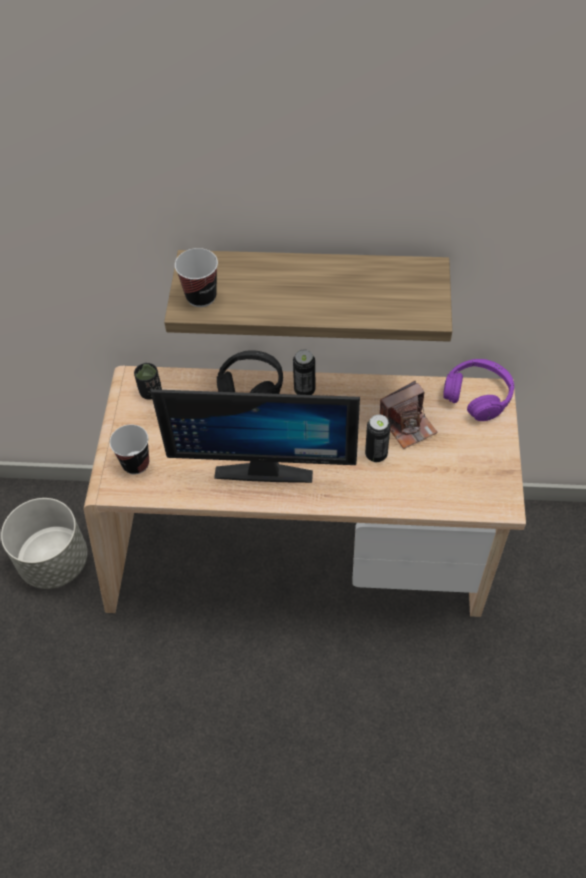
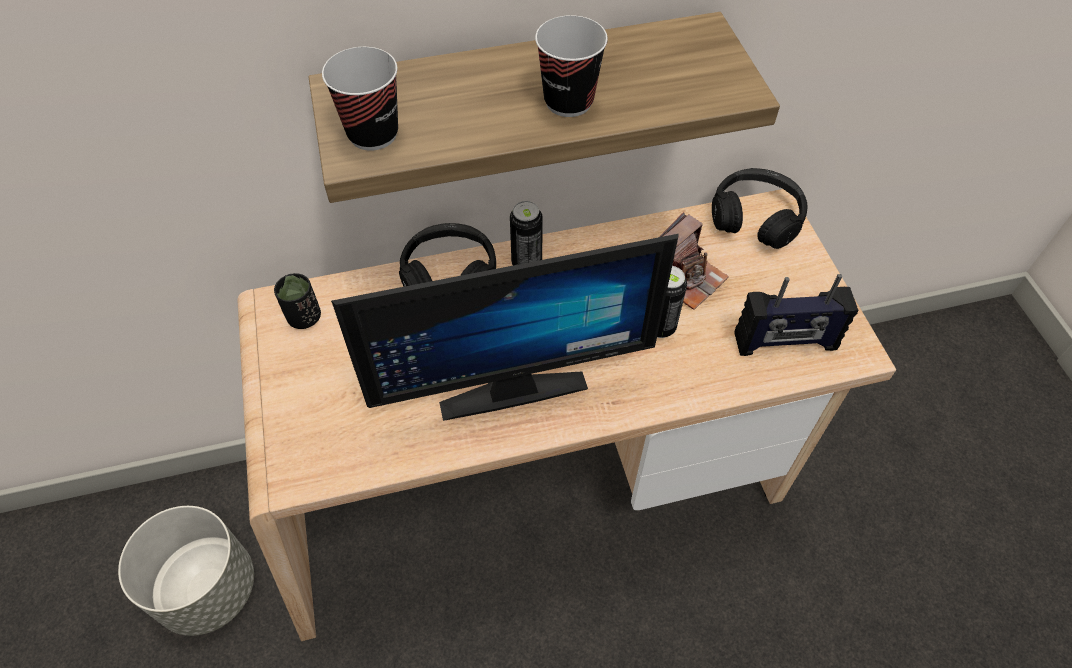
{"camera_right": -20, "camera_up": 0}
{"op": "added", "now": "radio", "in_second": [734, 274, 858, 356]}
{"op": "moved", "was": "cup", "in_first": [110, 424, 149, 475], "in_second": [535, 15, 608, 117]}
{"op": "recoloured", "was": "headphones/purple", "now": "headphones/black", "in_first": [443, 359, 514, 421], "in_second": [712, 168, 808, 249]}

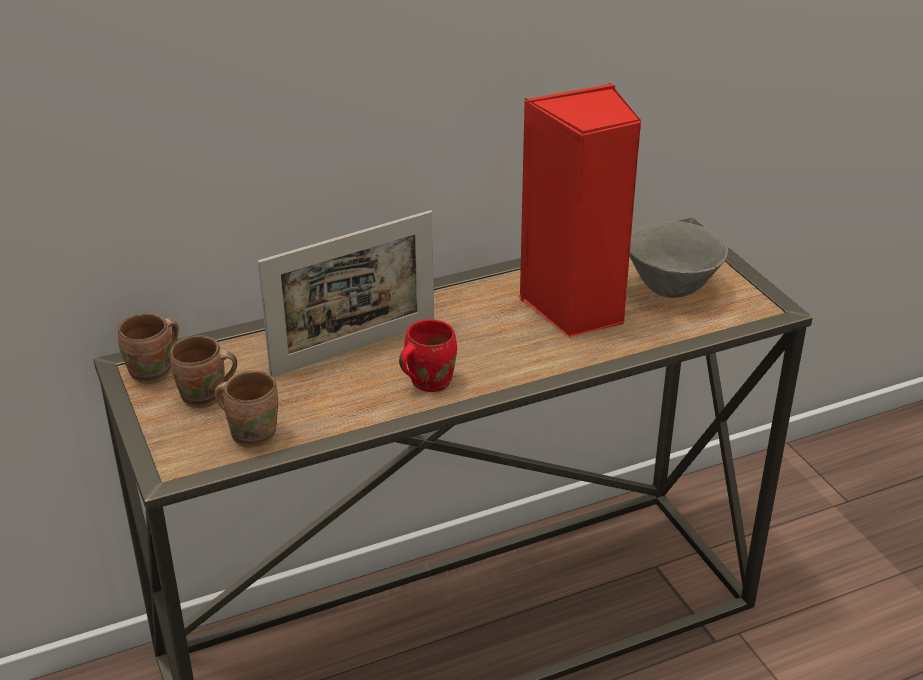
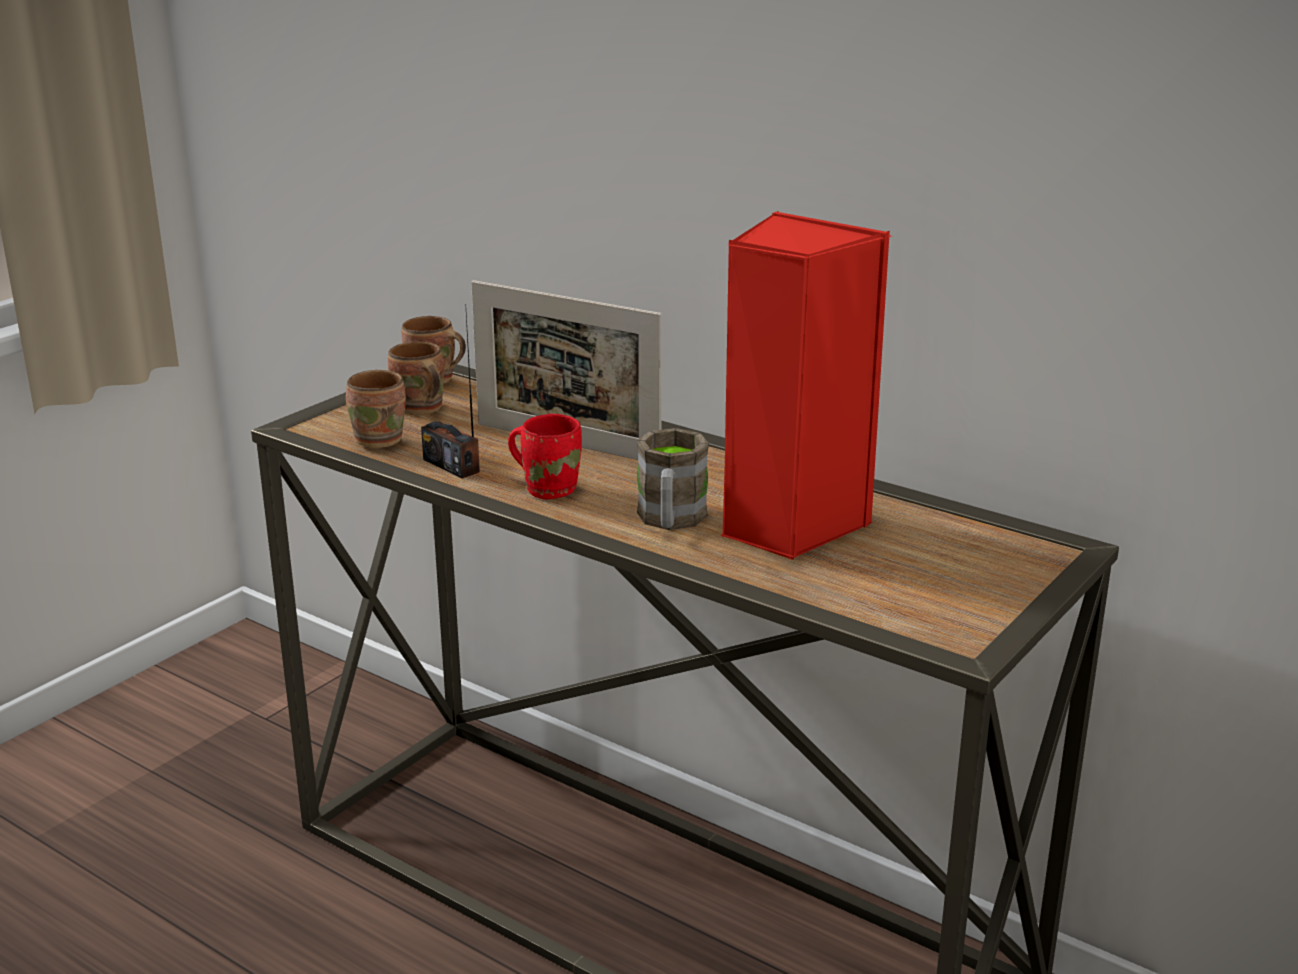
{"camera_right": 60, "camera_up": -10}
{"op": "removed", "was": "bowl/grey", "in_first": [630, 221, 728, 298]}
{"op": "added", "now": "radio", "in_second": [421, 314, 480, 479]}
{"op": "added", "now": "mug/brown", "in_second": [637, 428, 709, 530]}

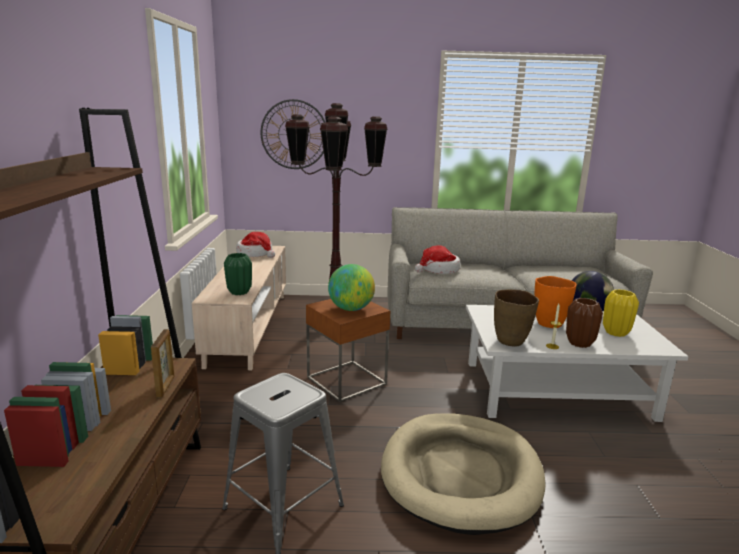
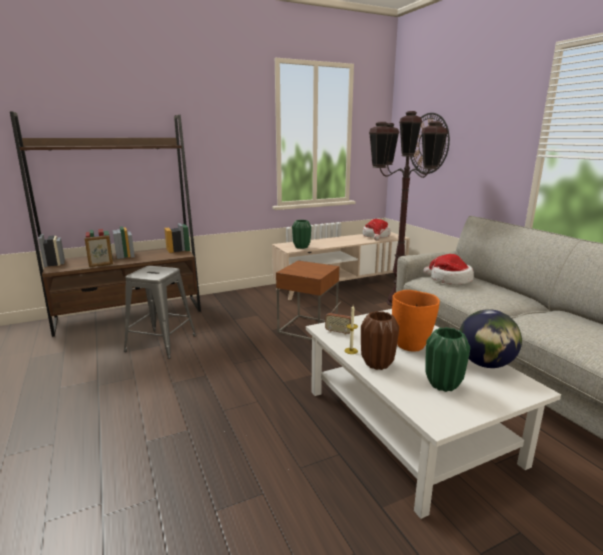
{"camera_right": 65, "camera_up": 0}
{"op": "removed", "was": "globe", "in_first": [328, 264, 375, 311]}
{"op": "removed", "was": "dog bed/beige", "in_first": [381, 413, 545, 535]}
{"op": "moved", "was": "picture frame", "in_first": [151, 329, 174, 398], "in_second": [84, 235, 113, 267]}
{"op": "replaced", "was": "vase/brown", "now": "radio", "in_first": [494, 289, 539, 347], "in_second": [325, 301, 351, 335]}
{"op": "recoloured", "was": "vase/yellow", "now": "vase/green", "in_first": [603, 289, 639, 337], "in_second": [425, 327, 470, 392]}

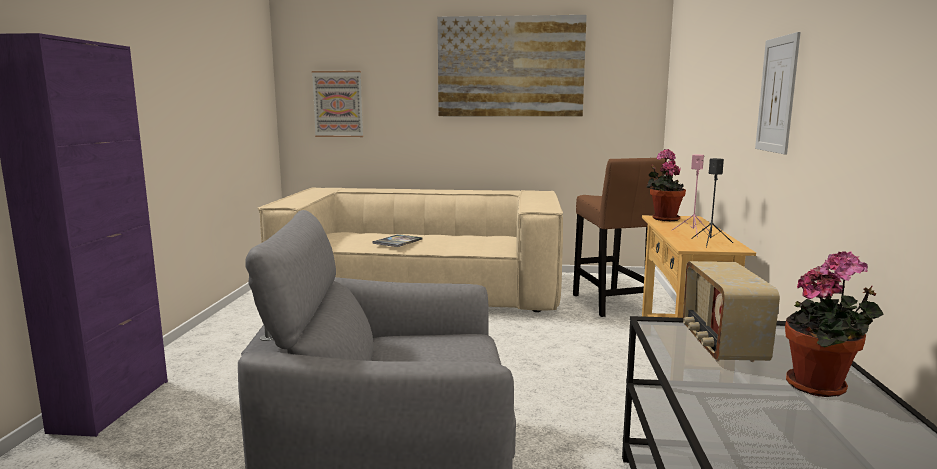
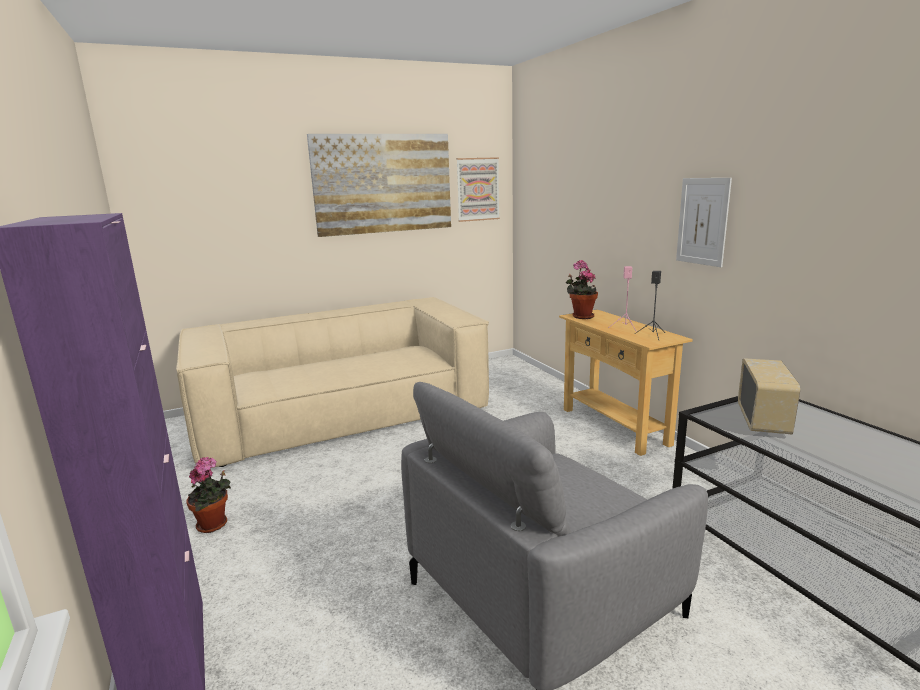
{"camera_right": -30, "camera_up": 5}
{"op": "removed", "was": "book", "in_first": [372, 234, 423, 247]}
{"op": "removed", "was": "stool/brown", "in_first": [573, 158, 667, 317]}
{"op": "moved", "was": "picture", "in_first": [312, 71, 363, 137], "in_second": [456, 157, 500, 222]}
{"op": "moved", "was": "potted plant", "in_first": [785, 251, 884, 397], "in_second": [186, 457, 231, 533]}
{"op": "turned", "was": "radio", "in_first": [683, 261, 780, 362], "in_second": [738, 358, 800, 434], "clockwise": -135}

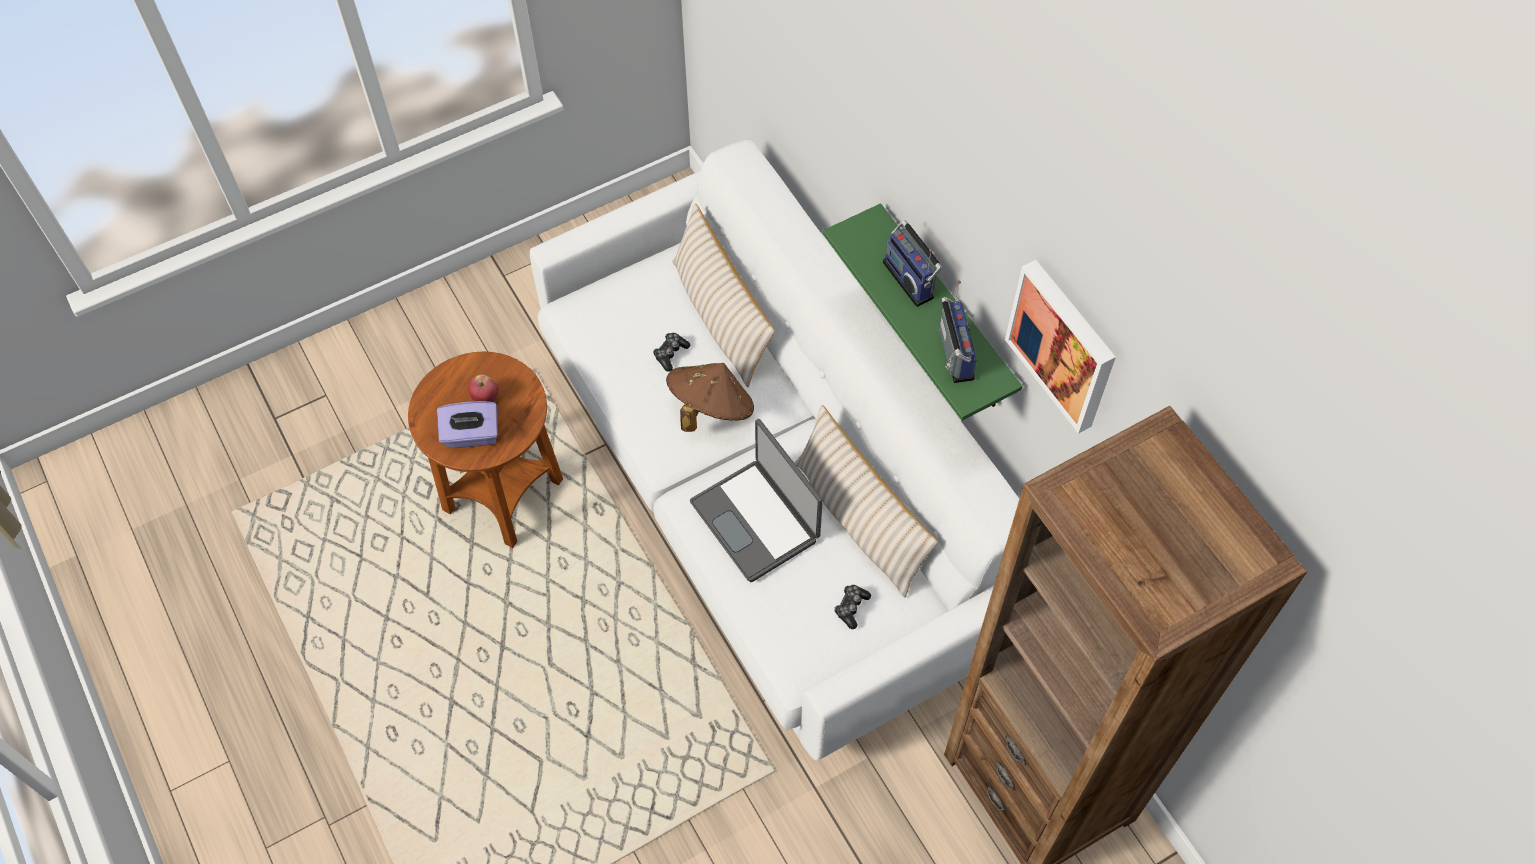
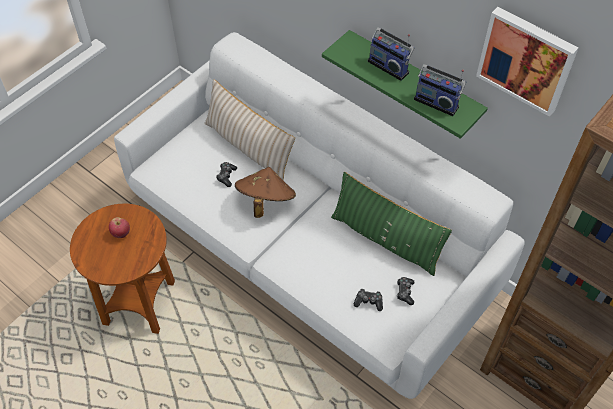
{"camera_right": -20, "camera_up": -5}
{"op": "removed", "was": "tissue box/purple", "in_first": [437, 401, 498, 448]}
{"op": "removed", "was": "laptop", "in_first": [690, 419, 823, 582]}
{"op": "added", "now": "game controller", "in_second": [354, 289, 383, 311]}
{"op": "recoloured", "was": "pillow/beige", "now": "pillow/green", "in_first": [795, 405, 938, 597], "in_second": [331, 172, 452, 276]}
{"op": "turned", "was": "radio", "in_first": [939, 280, 977, 383], "in_second": [414, 64, 466, 116], "clockwise": 150}

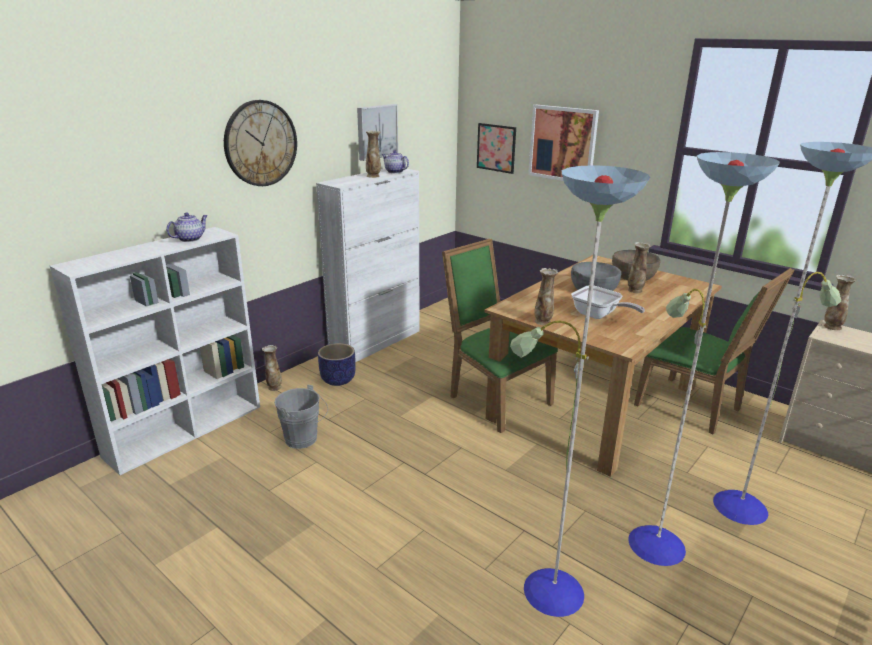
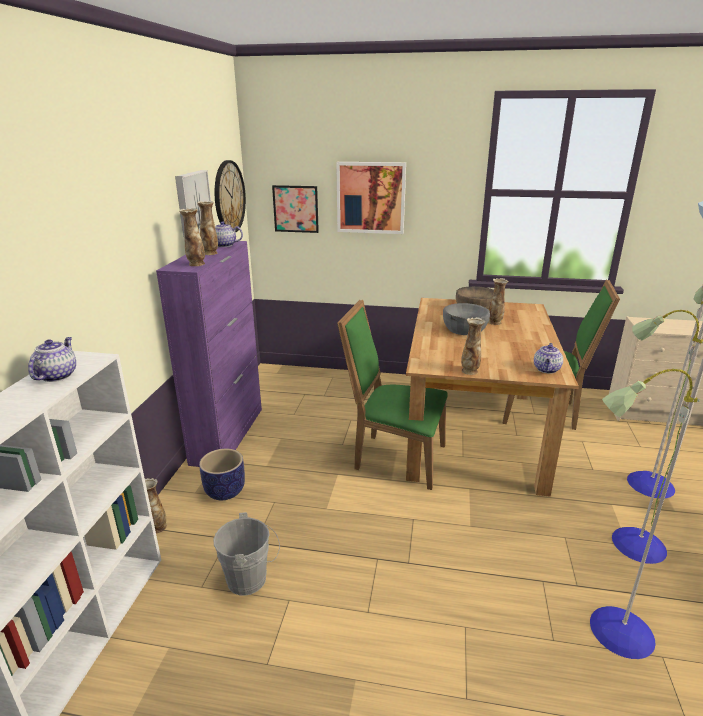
{"camera_right": -30, "camera_up": 0}
{"op": "removed", "was": "frying pan", "in_first": [571, 285, 645, 319]}
{"op": "added", "now": "teapot", "in_second": [534, 343, 563, 373]}
{"op": "moved", "was": "wall clock", "in_first": [224, 100, 297, 186], "in_second": [215, 160, 246, 232]}
{"op": "moved", "was": "vase", "in_first": [824, 275, 856, 330], "in_second": [179, 208, 205, 266]}
{"op": "recoloured", "was": "cabinet/white", "now": "cabinet/purple", "in_first": [316, 169, 420, 362], "in_second": [156, 241, 262, 467]}

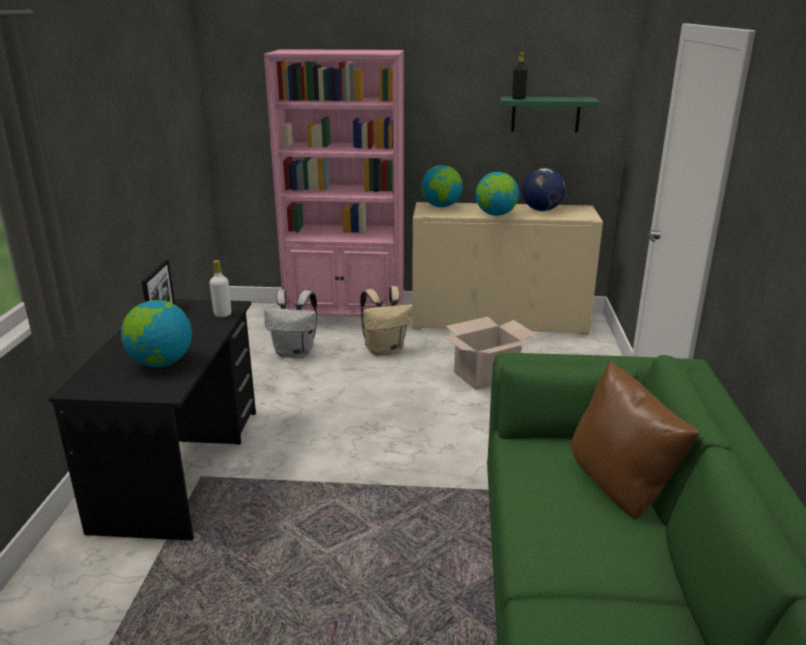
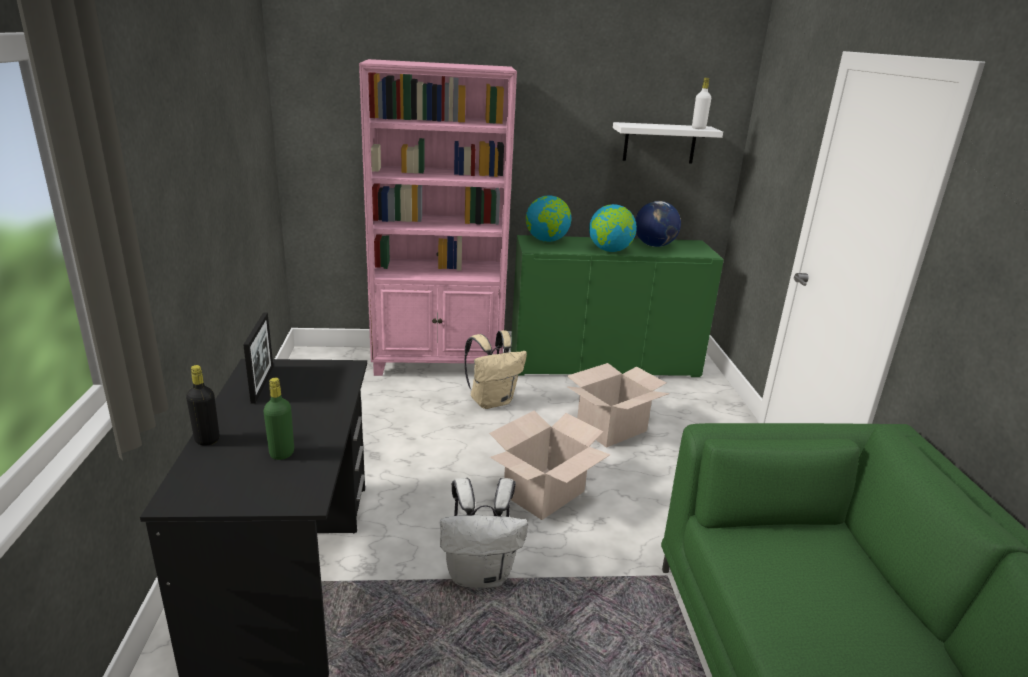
{"camera_right": -10, "camera_up": 0}
{"op": "removed", "was": "pillow/brown", "in_first": [571, 361, 699, 519]}
{"op": "added", "now": "cardboard box", "in_second": [489, 411, 610, 520]}
{"op": "moved", "was": "bottle/white", "in_first": [210, 260, 231, 317], "in_second": [692, 78, 711, 129]}
{"op": "moved", "was": "backpack/white", "in_first": [264, 289, 317, 358], "in_second": [440, 478, 528, 588]}
{"op": "moved", "was": "bottle/black", "in_first": [512, 52, 528, 100], "in_second": [186, 365, 219, 446]}
{"op": "replaced", "was": "globe", "now": "bottle/green", "in_first": [121, 300, 192, 367], "in_second": [264, 378, 294, 460]}
{"op": "recoloured", "was": "cabinet/beige", "now": "cabinet/green", "in_first": [412, 202, 603, 335], "in_second": [511, 235, 724, 377]}
{"op": "recoloured", "was": "shelf/green", "now": "shelf/white", "in_first": [500, 96, 600, 133], "in_second": [613, 122, 723, 163]}

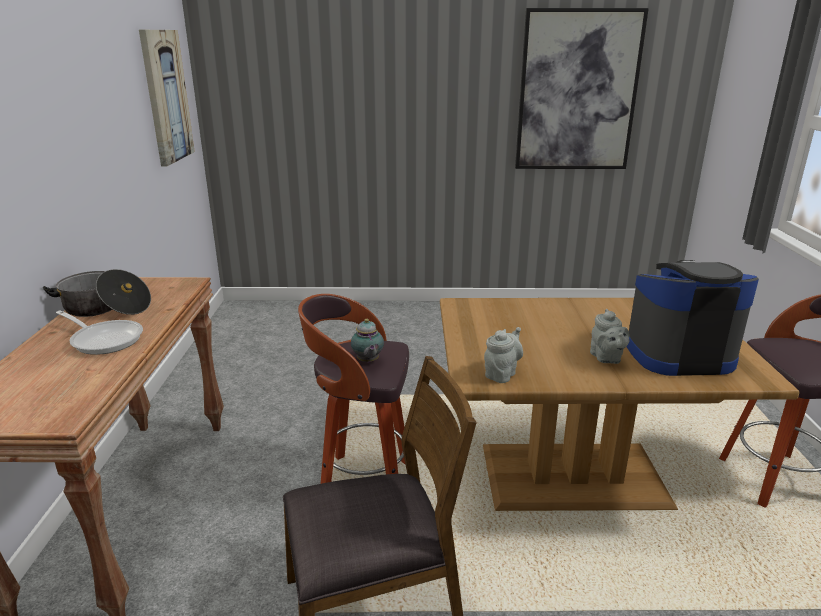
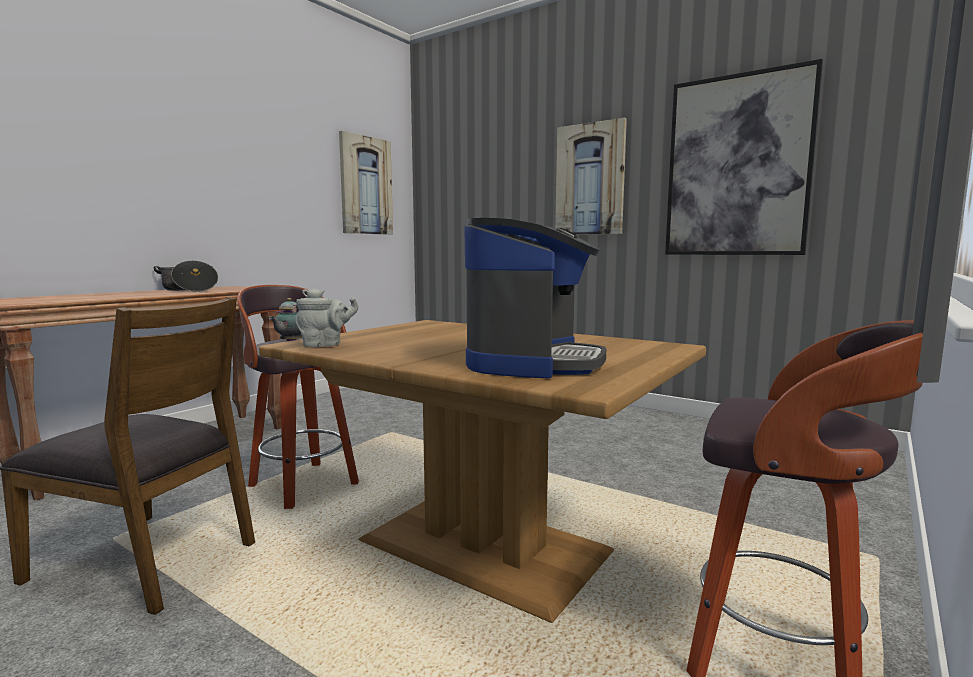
{"camera_right": 35, "camera_up": -15}
{"op": "removed", "was": "frying pan", "in_first": [56, 310, 143, 355]}
{"op": "removed", "was": "teapot/grey", "in_first": [590, 309, 629, 364]}
{"op": "added", "now": "picture", "in_second": [555, 118, 627, 235]}
{"op": "turned", "was": "coffee machine", "in_first": [626, 260, 759, 376], "in_second": [465, 218, 606, 378], "clockwise": 75}

